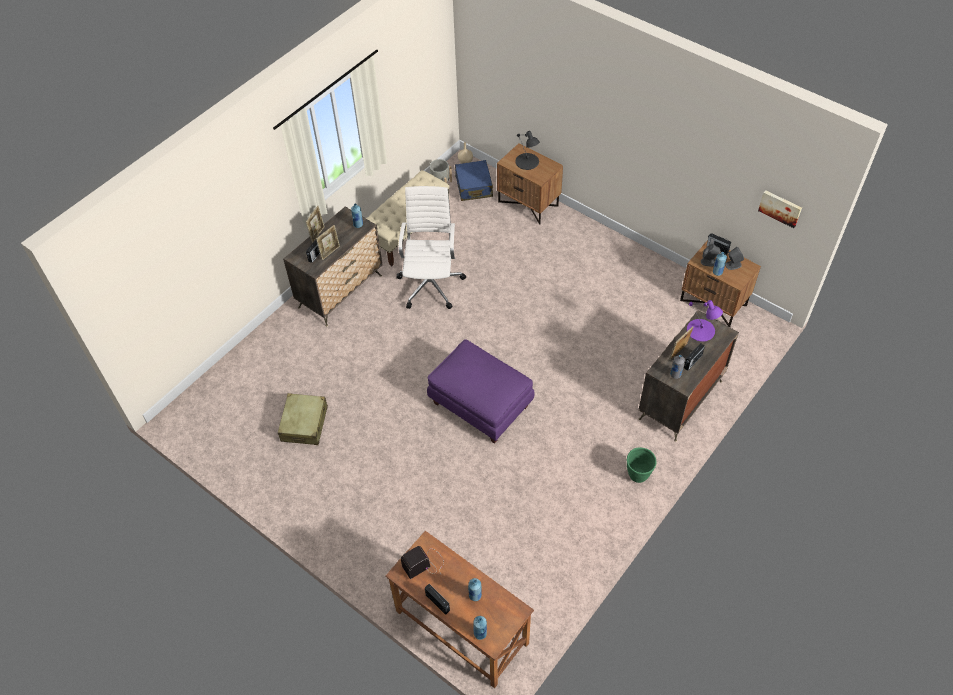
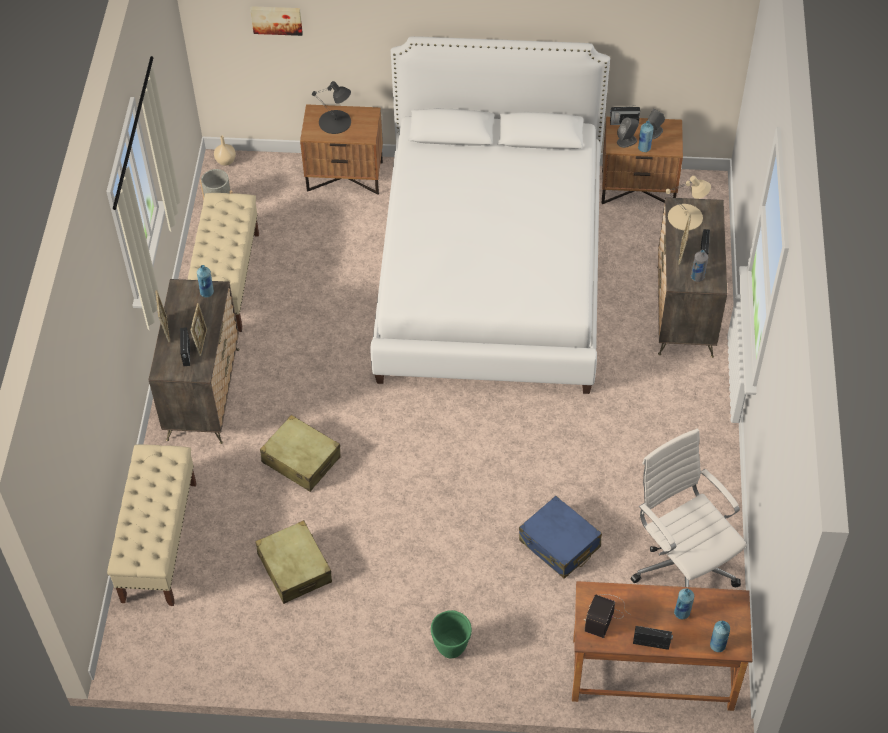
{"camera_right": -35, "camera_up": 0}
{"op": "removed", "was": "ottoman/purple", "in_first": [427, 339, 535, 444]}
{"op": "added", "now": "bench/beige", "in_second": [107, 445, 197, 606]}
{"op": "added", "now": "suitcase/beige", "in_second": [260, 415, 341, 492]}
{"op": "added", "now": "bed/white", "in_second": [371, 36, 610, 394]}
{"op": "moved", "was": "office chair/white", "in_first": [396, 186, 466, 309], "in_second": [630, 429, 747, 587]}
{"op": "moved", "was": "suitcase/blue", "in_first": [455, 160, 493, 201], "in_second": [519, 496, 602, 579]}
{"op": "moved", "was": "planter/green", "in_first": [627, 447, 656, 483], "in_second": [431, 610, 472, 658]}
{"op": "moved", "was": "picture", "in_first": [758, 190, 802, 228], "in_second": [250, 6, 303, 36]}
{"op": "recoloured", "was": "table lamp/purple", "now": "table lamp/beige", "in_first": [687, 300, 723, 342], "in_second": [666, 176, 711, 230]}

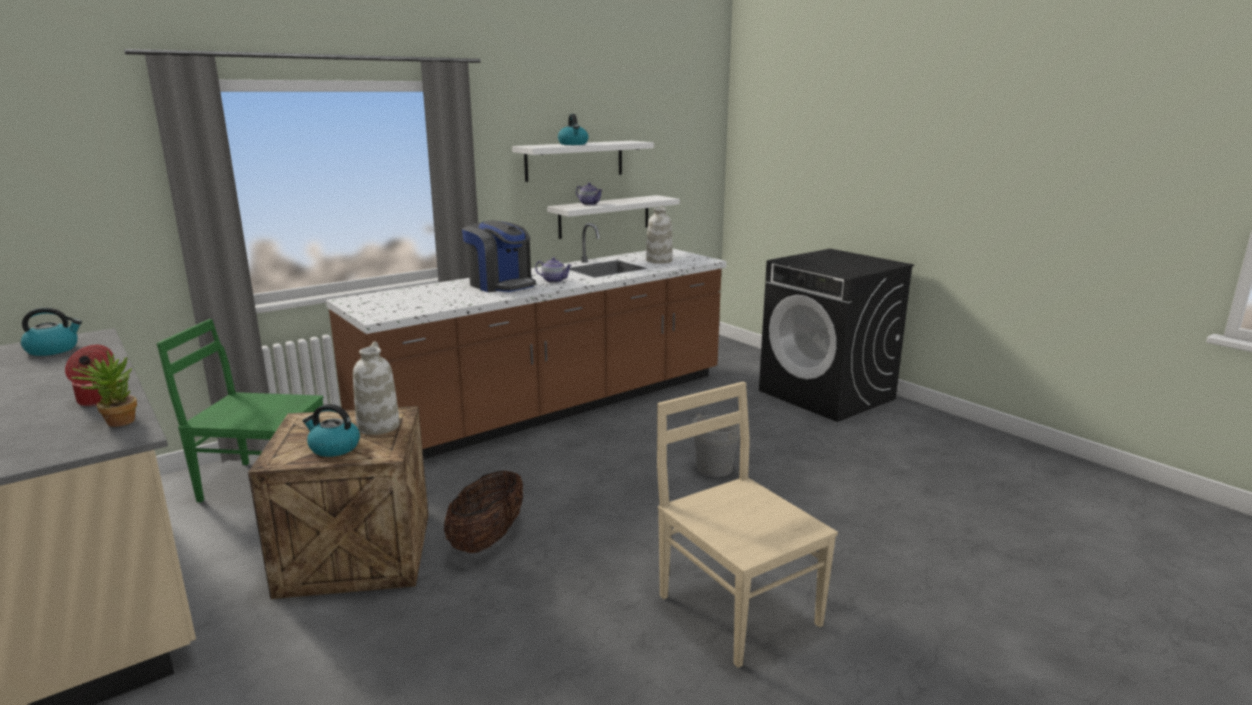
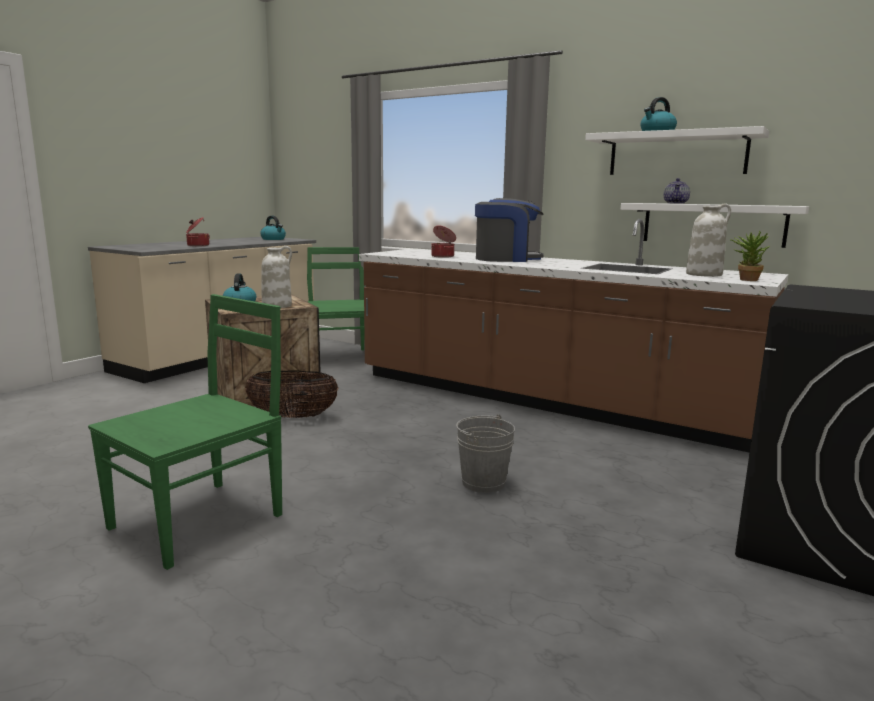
{"camera_right": 70, "camera_up": -5}
{"op": "removed", "was": "teapot", "in_first": [535, 257, 572, 283]}
{"op": "added", "now": "cooking pot", "in_second": [431, 225, 456, 258]}
{"op": "moved", "was": "potted plant", "in_first": [71, 350, 137, 427], "in_second": [730, 231, 770, 281]}
{"op": "recoloured", "was": "chair/beige", "now": "chair/green", "in_first": [657, 382, 838, 668], "in_second": [88, 294, 282, 570]}
{"op": "turned", "was": "coffee machine", "in_first": [462, 220, 536, 292], "in_second": [475, 198, 544, 262], "clockwise": -120}

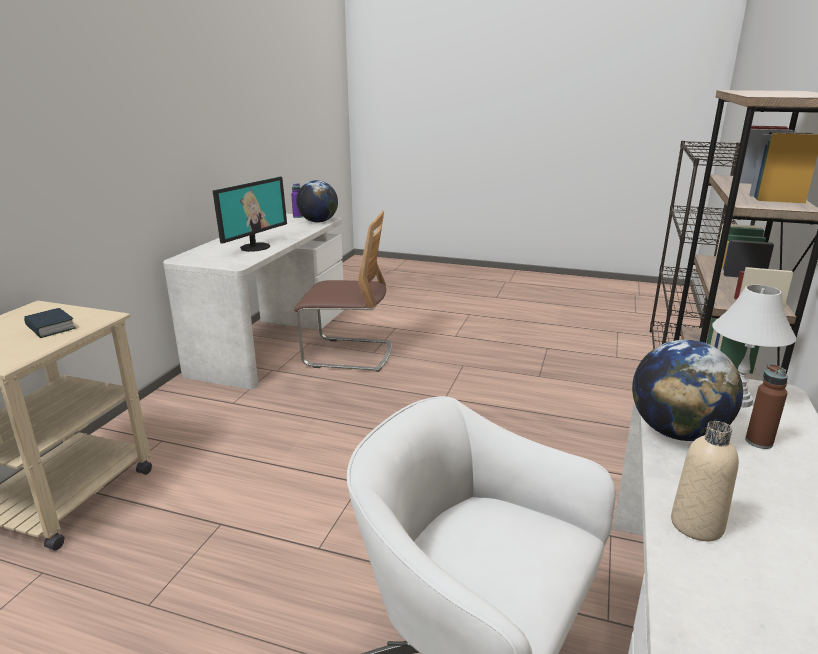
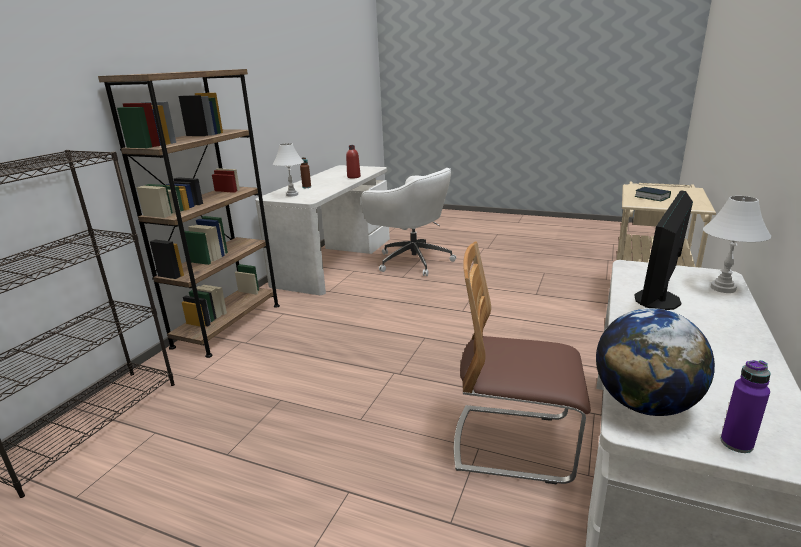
{"camera_right": -175, "camera_up": 0}
{"op": "removed", "was": "globe", "in_first": [632, 340, 743, 441]}
{"op": "added", "now": "table lamp/white", "in_second": [703, 196, 771, 293]}
{"op": "recoloured", "was": "bottle/beige", "now": "bottle/red", "in_first": [671, 421, 739, 541], "in_second": [346, 145, 361, 178]}

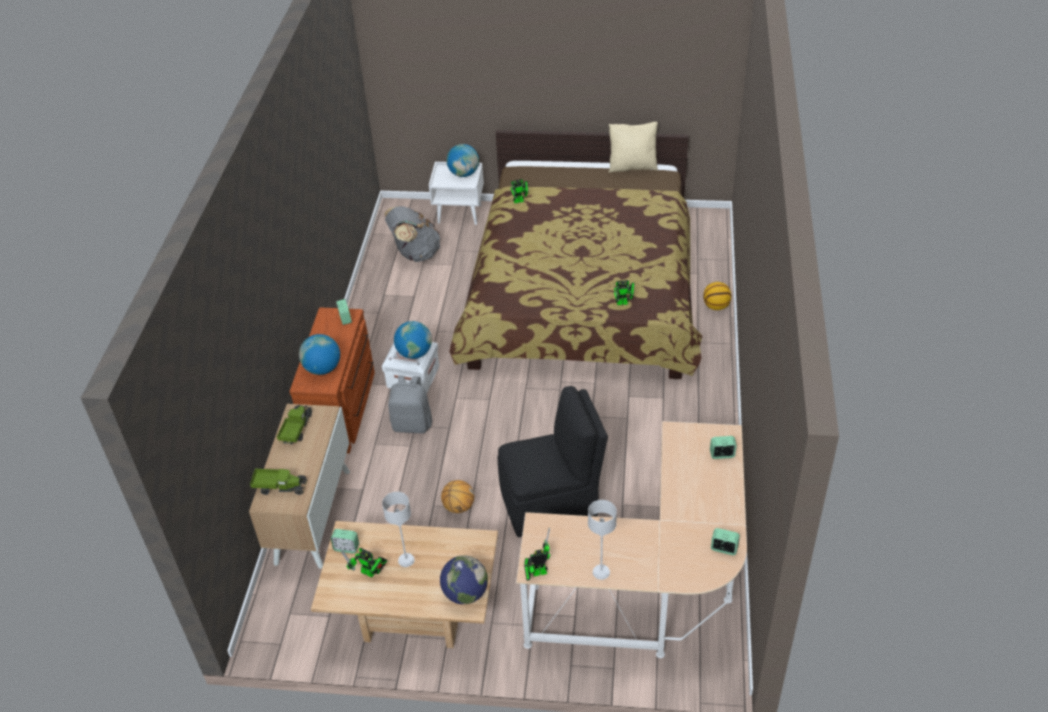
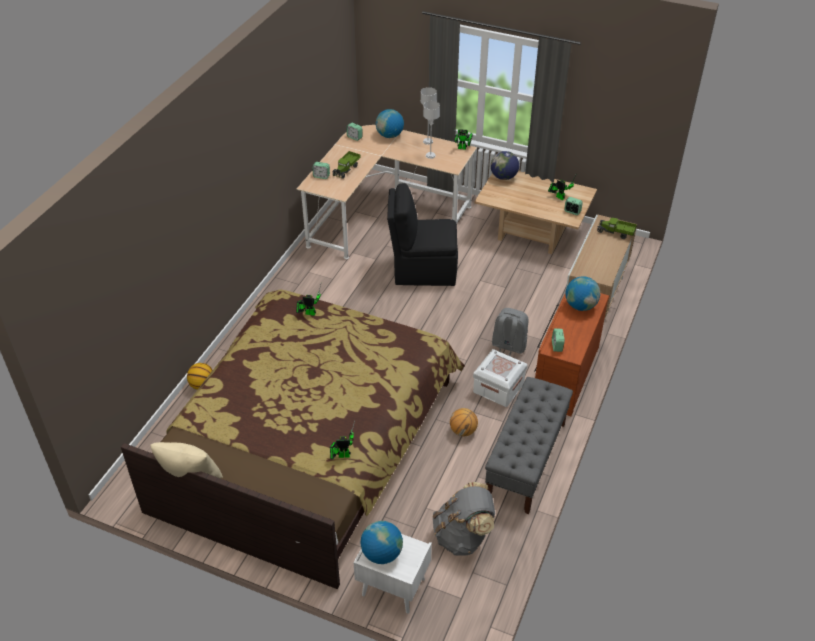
{"camera_right": -165, "camera_up": 0}
{"op": "added", "now": "bench/grey", "in_second": [485, 377, 573, 514]}
{"op": "moved", "was": "toy truck", "in_first": [277, 405, 312, 445], "in_second": [332, 151, 360, 179]}
{"op": "moved", "was": "table lamp/grey", "in_first": [382, 492, 415, 567], "in_second": [423, 101, 440, 159]}
{"op": "moved", "was": "globe", "in_first": [394, 321, 432, 359], "in_second": [376, 109, 404, 138]}
{"op": "moved", "was": "basketball", "in_first": [441, 480, 474, 513], "in_second": [450, 408, 478, 436]}

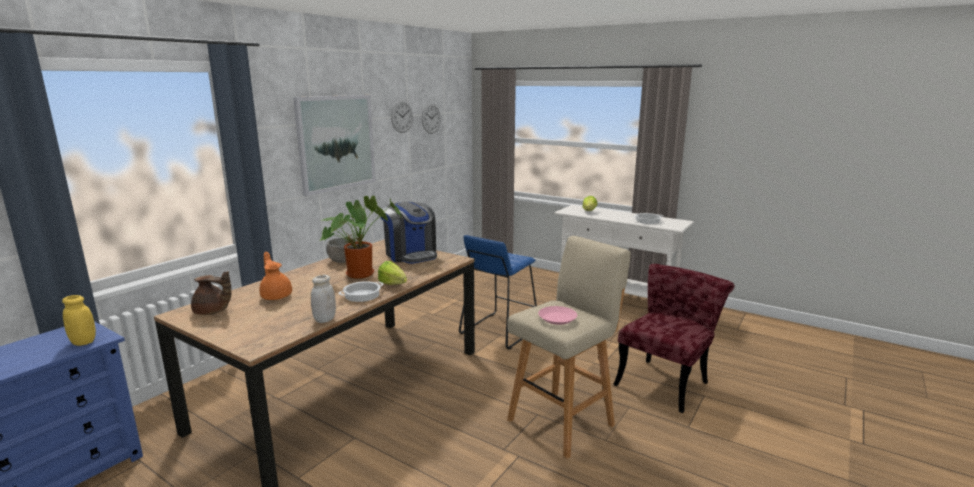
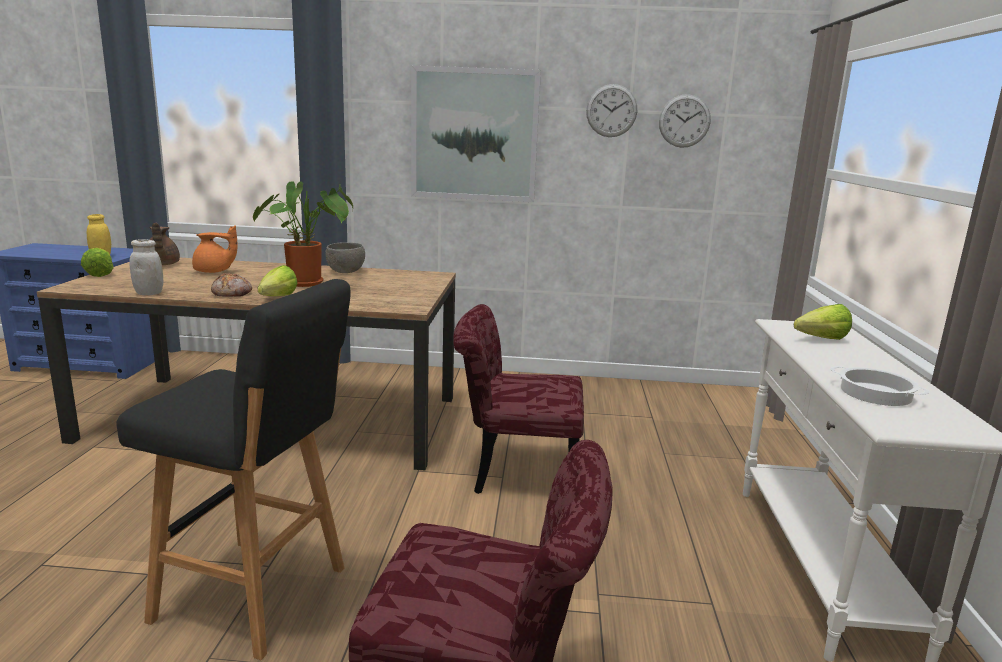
{"camera_right": 60, "camera_up": 0}
{"op": "removed", "was": "coffee machine", "in_first": [381, 202, 437, 264]}
{"op": "removed", "was": "plate/pink", "in_first": [538, 306, 577, 325]}
{"op": "added", "now": "lettuce", "in_second": [81, 248, 114, 277]}
{"op": "replaced", "was": "cooking pot", "now": "bread", "in_first": [339, 281, 384, 302], "in_second": [211, 273, 252, 296]}
{"op": "replaced", "was": "stool/blue", "now": "chair/red", "in_first": [459, 235, 537, 350], "in_second": [453, 304, 584, 494]}
{"op": "recoloured", "was": "stool/beige", "now": "stool/black", "in_first": [507, 236, 631, 459], "in_second": [116, 279, 350, 660]}
{"op": "turned", "was": "teapot/orange", "in_first": [259, 252, 292, 300], "in_second": [192, 225, 237, 273], "clockwise": 60}

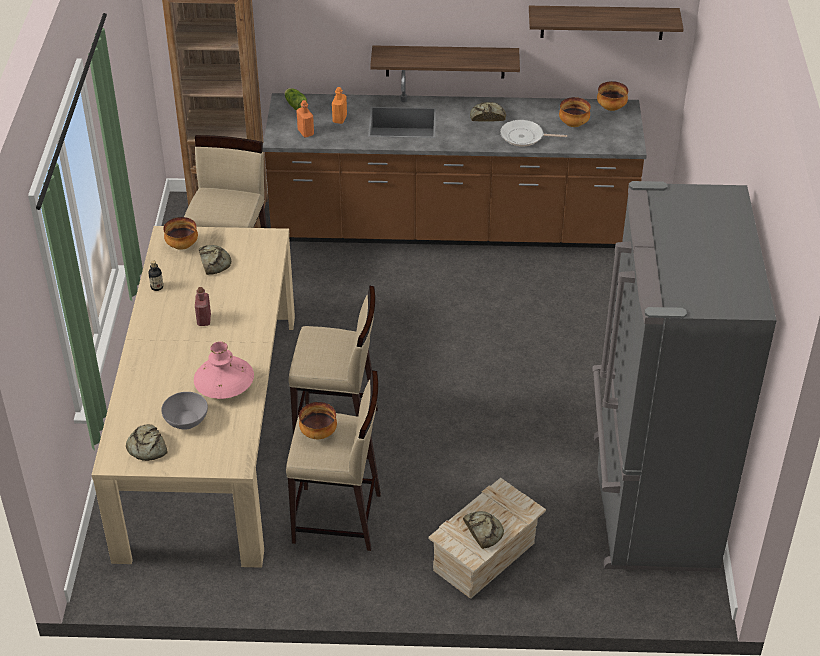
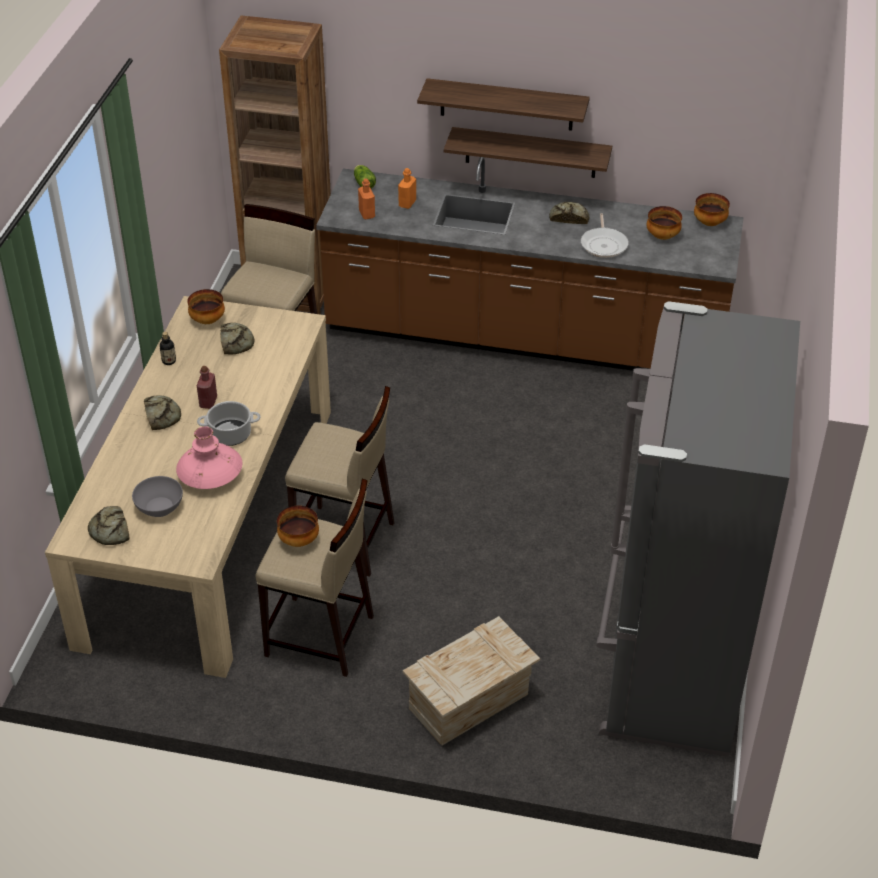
{"camera_right": 10, "camera_up": 0}
{"op": "added", "now": "cooking pot", "in_second": [197, 401, 260, 446]}
{"op": "moved", "was": "bread", "in_first": [463, 511, 504, 549], "in_second": [144, 395, 181, 430]}
{"op": "moved", "was": "shelf", "in_first": [529, 6, 684, 40], "in_second": [417, 78, 590, 131]}
{"op": "turned", "was": "frying pan", "in_first": [500, 120, 567, 146], "in_second": [581, 213, 629, 258], "clockwise": -105}

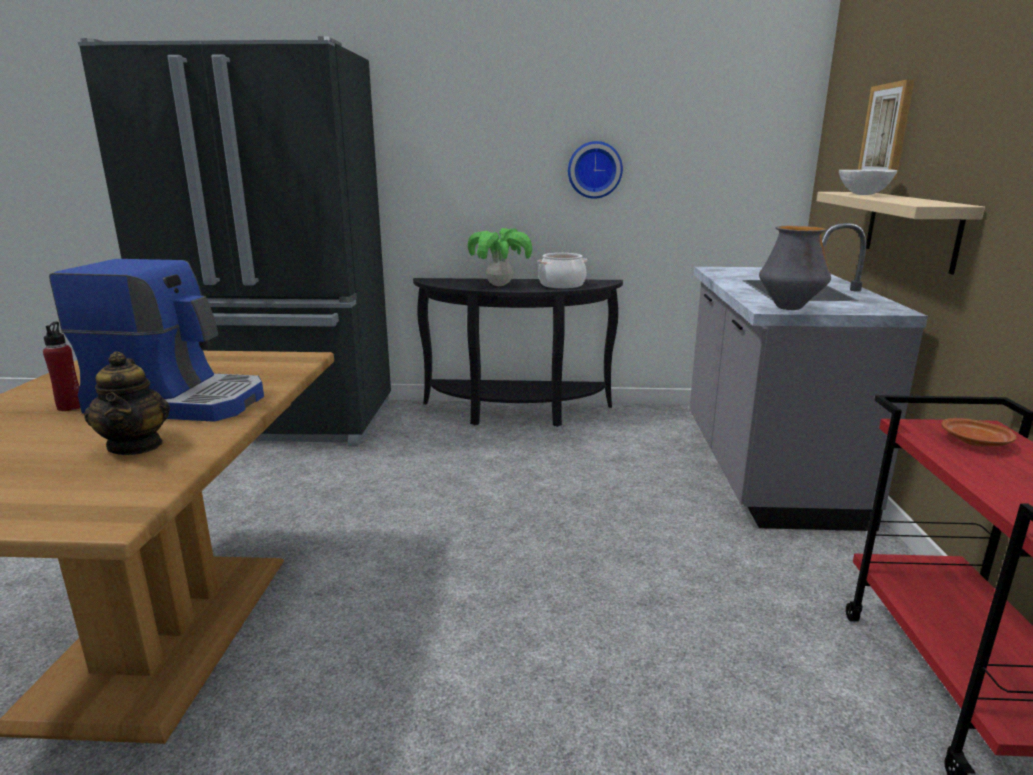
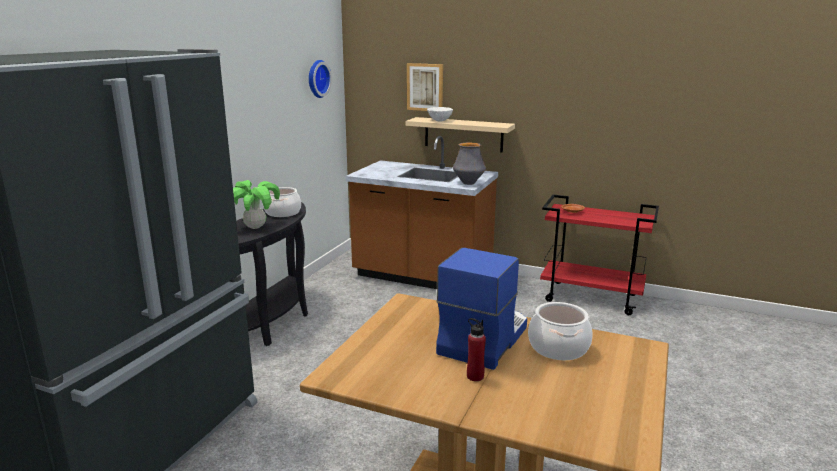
{"camera_right": -70, "camera_up": 0}
{"op": "moved", "was": "wall clock", "in_first": [568, 141, 623, 199], "in_second": [309, 60, 332, 98]}
{"op": "replaced", "was": "teapot", "now": "cooking pot", "in_first": [84, 351, 170, 455], "in_second": [528, 302, 592, 360]}
{"op": "recoloured", "was": "counter/grey", "now": "counter/brown", "in_first": [689, 223, 928, 531], "in_second": [346, 136, 498, 289]}

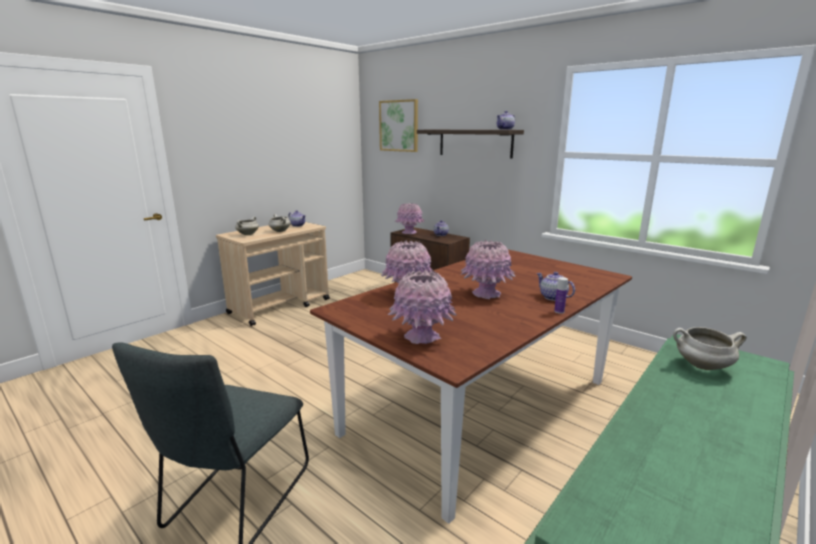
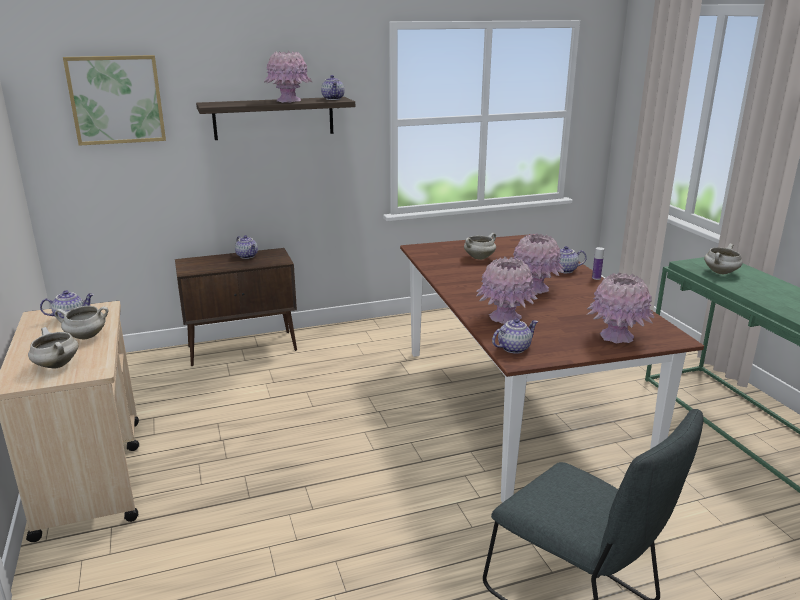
{"camera_right": -60, "camera_up": 5}
{"op": "added", "now": "cooking pot/white", "in_second": [464, 233, 496, 260]}
{"op": "added", "now": "teapot", "in_second": [492, 318, 538, 354]}
{"op": "moved", "was": "vase/pink", "in_first": [395, 203, 425, 234], "in_second": [264, 51, 312, 103]}

